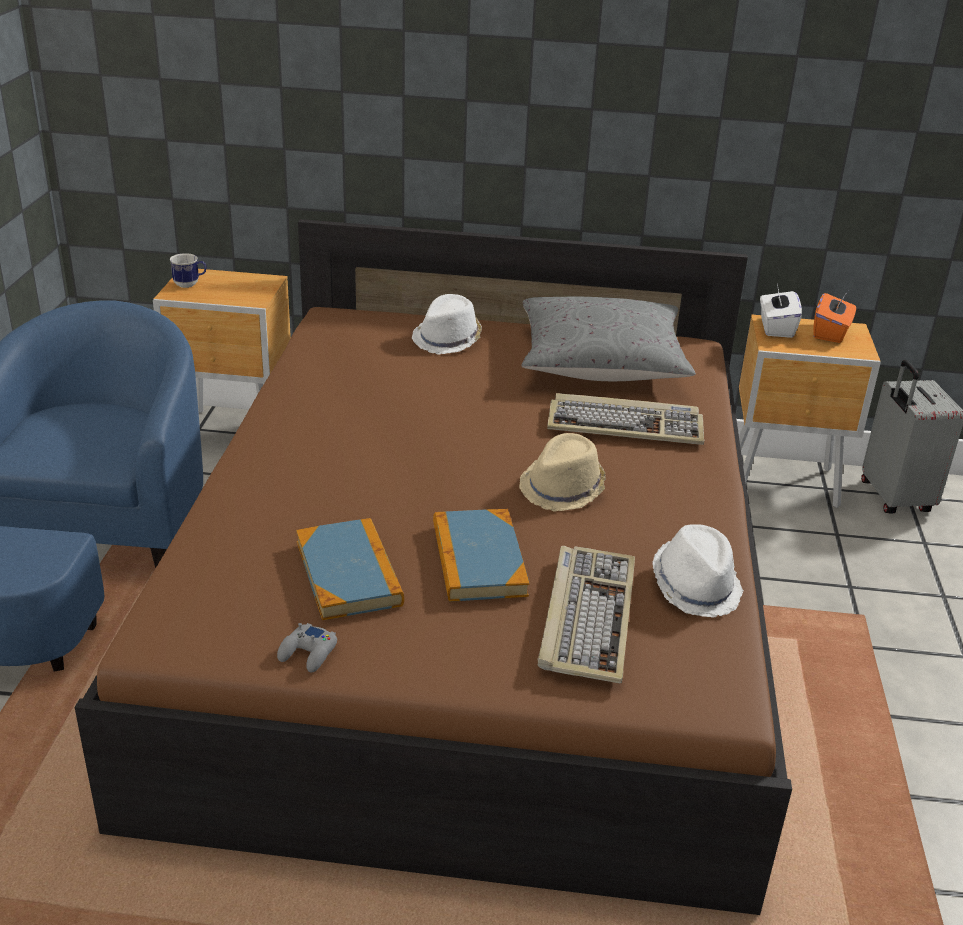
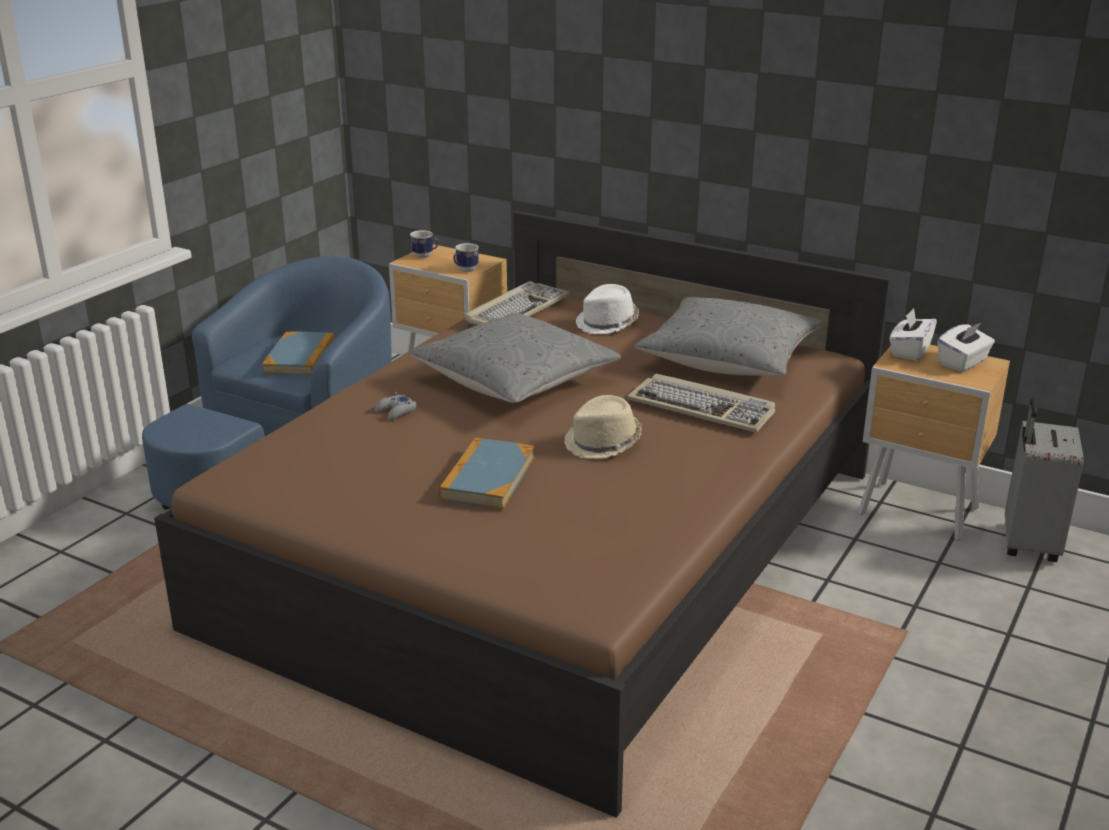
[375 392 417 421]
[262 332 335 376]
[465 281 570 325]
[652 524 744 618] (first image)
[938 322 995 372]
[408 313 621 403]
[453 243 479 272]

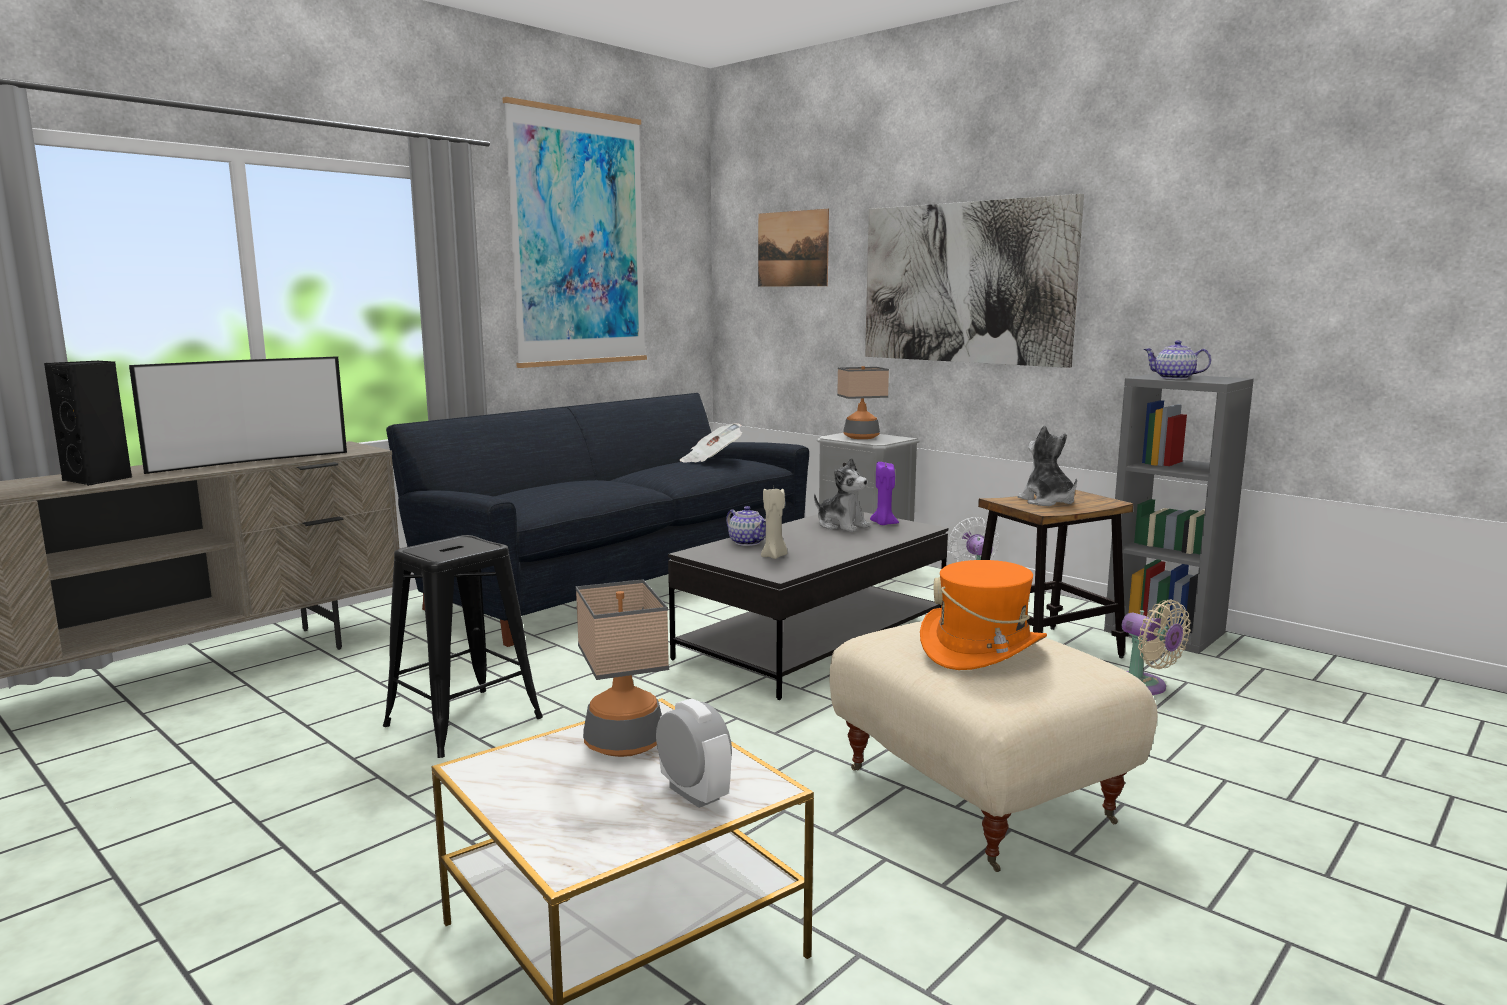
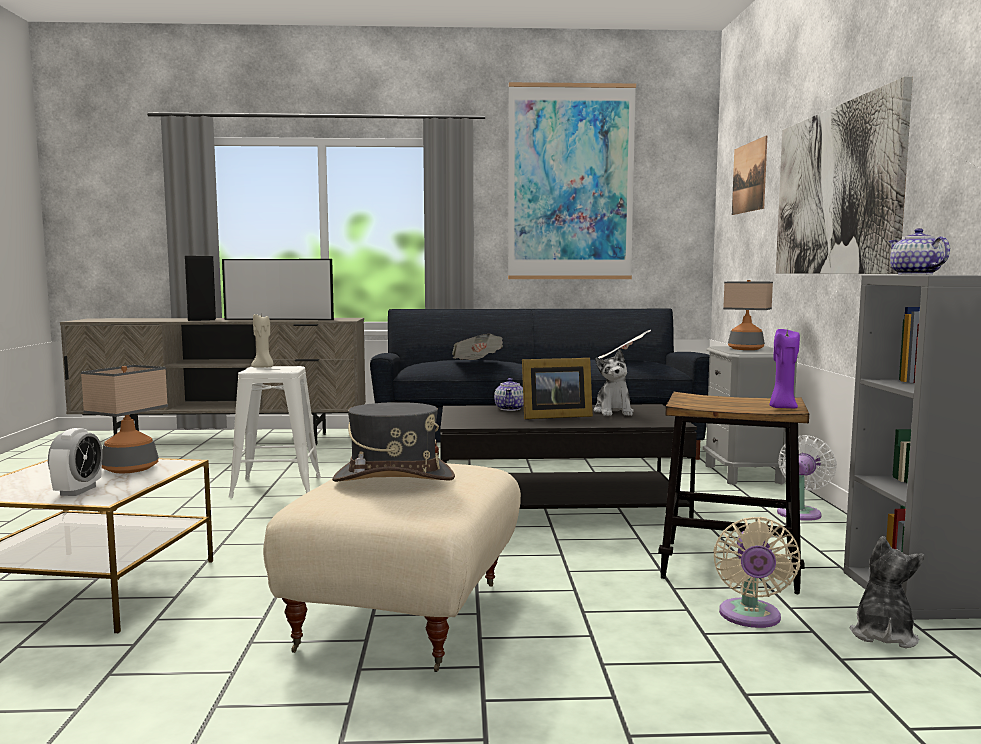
[229 366 321 498]
[251 314 274 367]
[770 327 800 408]
[332 402 455 482]
[850 536 924 648]
[452 334 503 360]
[522 358 593 419]

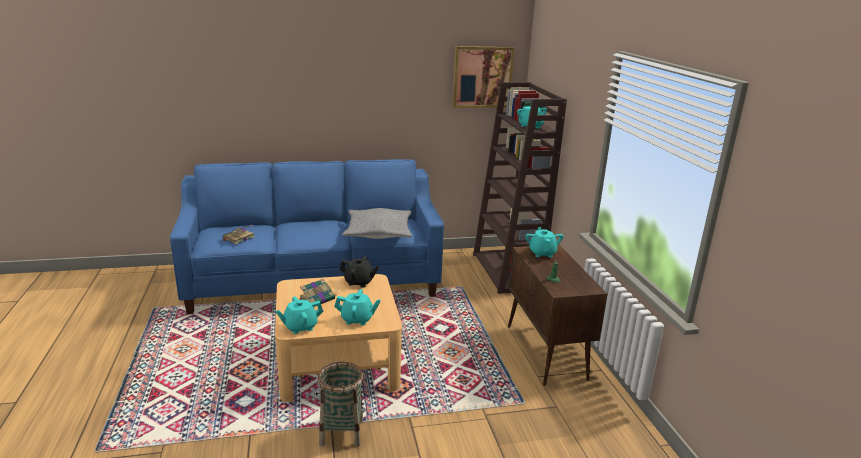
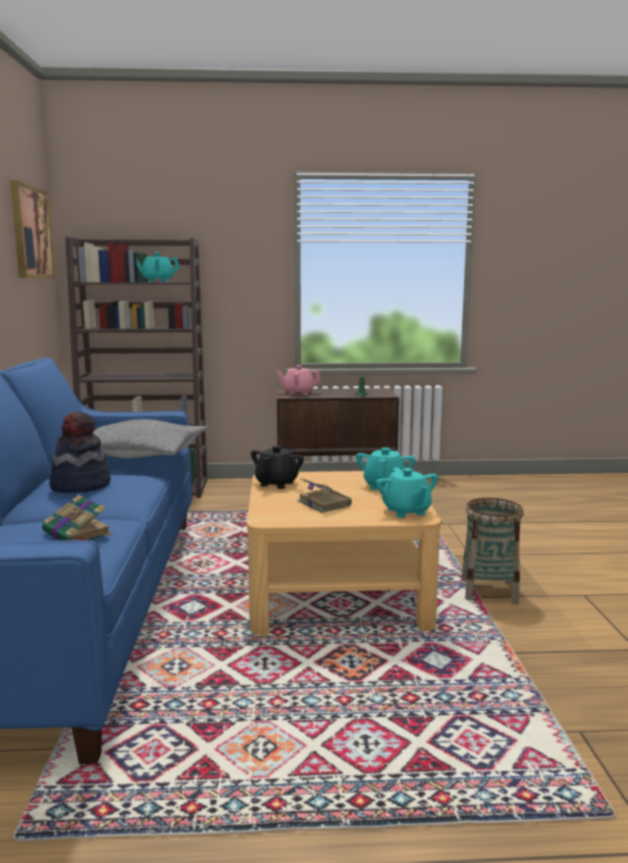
[276 365 321 395]
[49 412 111 493]

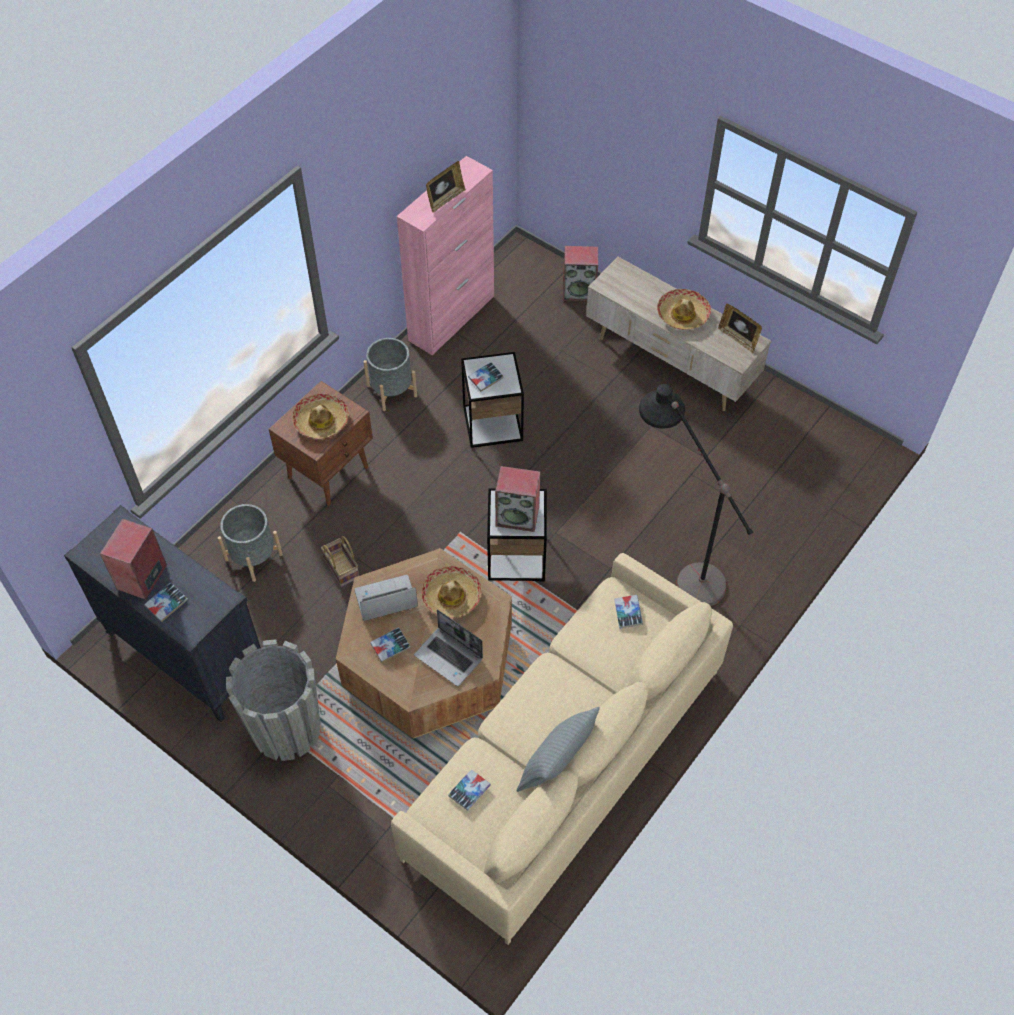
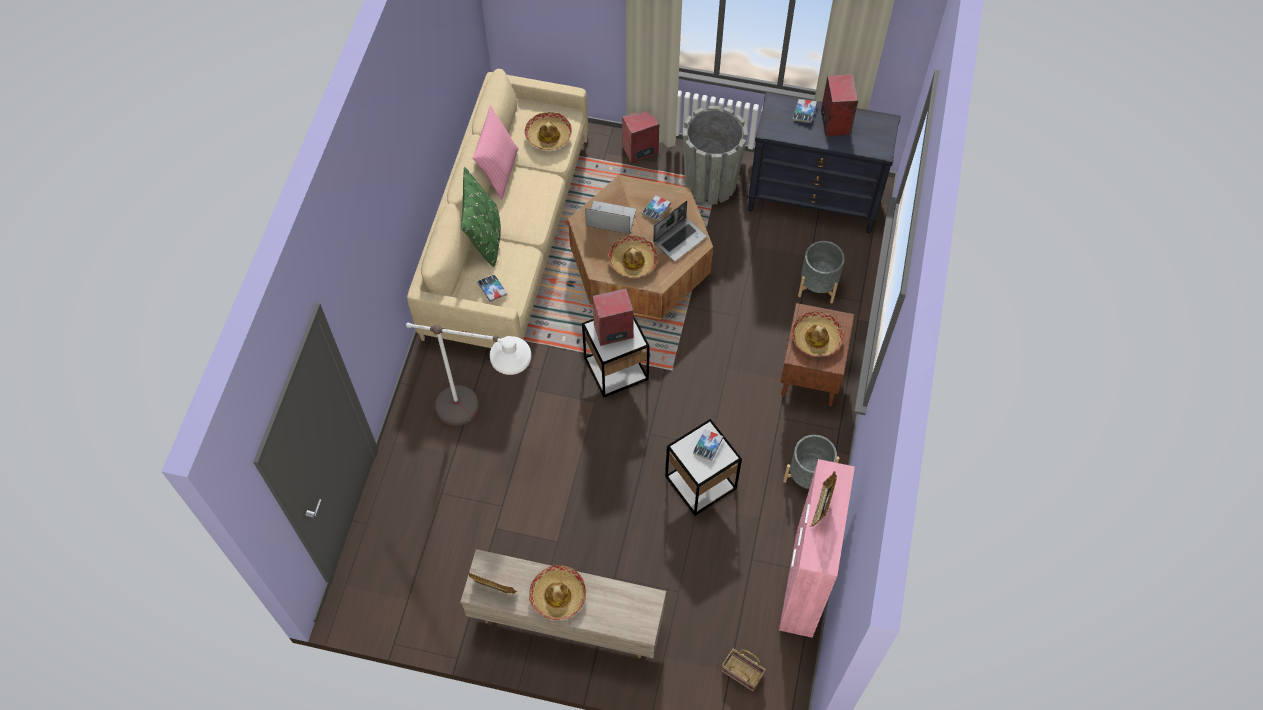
[722 648 766 691]
[524 112 572 150]
[473 106 519 200]
[622 111 659 163]
[406 323 531 426]
[461 167 501 267]

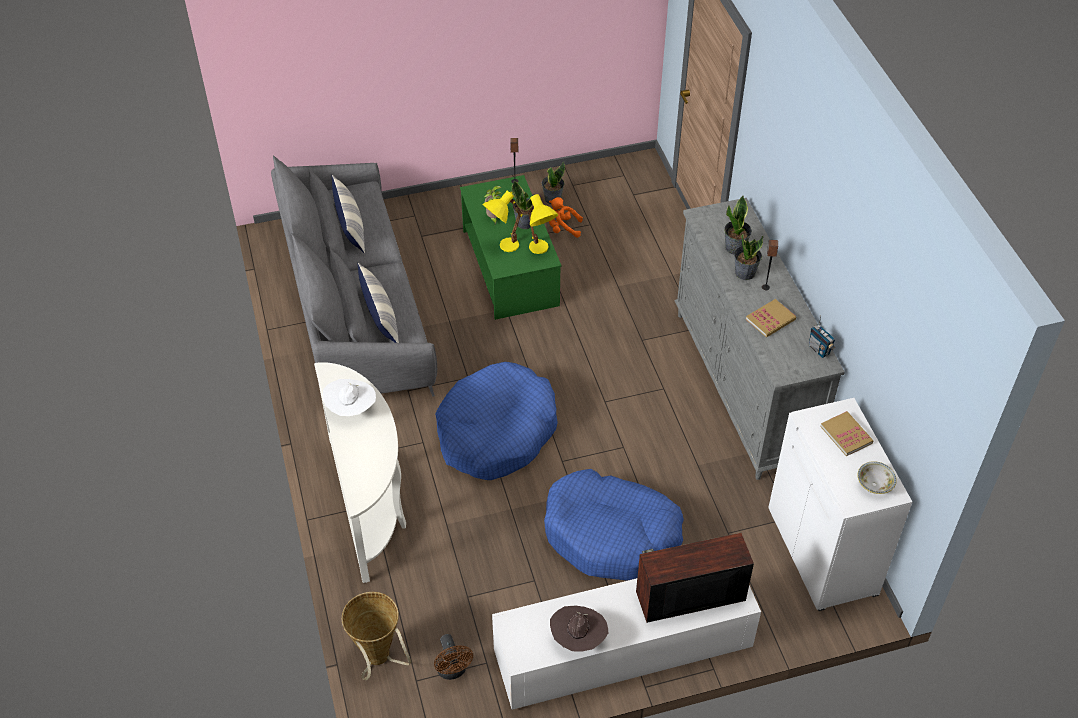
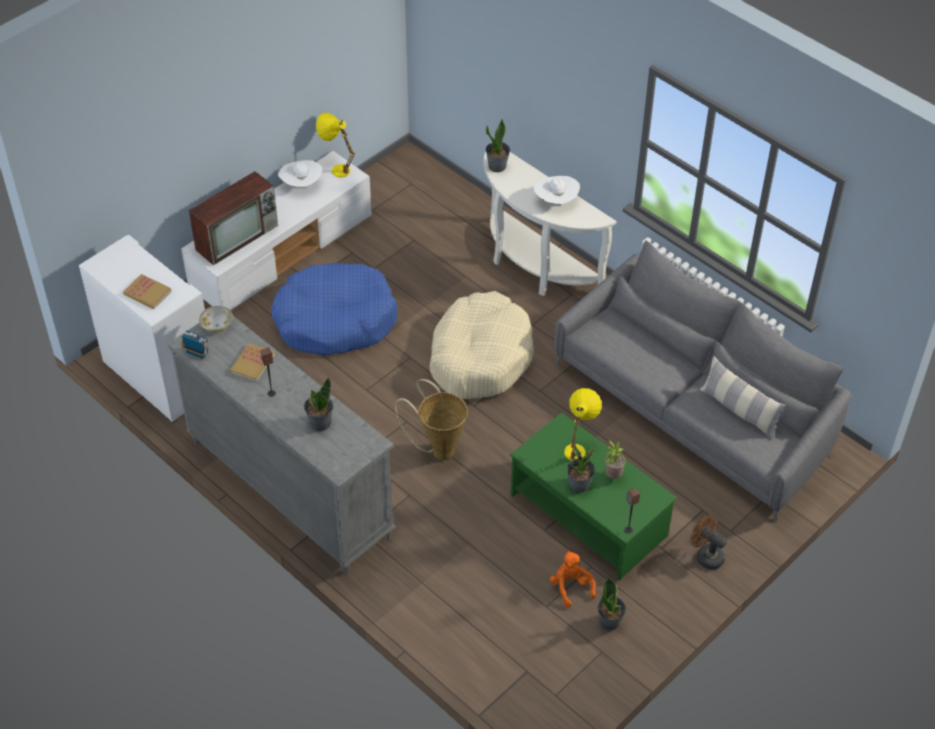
[395 379 468 460]
[357 263 399 343] (first image)
[691 515 727 570]
[430 291 534 399]
[316 113 355 177]
[550 550 595 607]
[278 160 322 187]
[486 118 510 172]
[199 306 233 332]

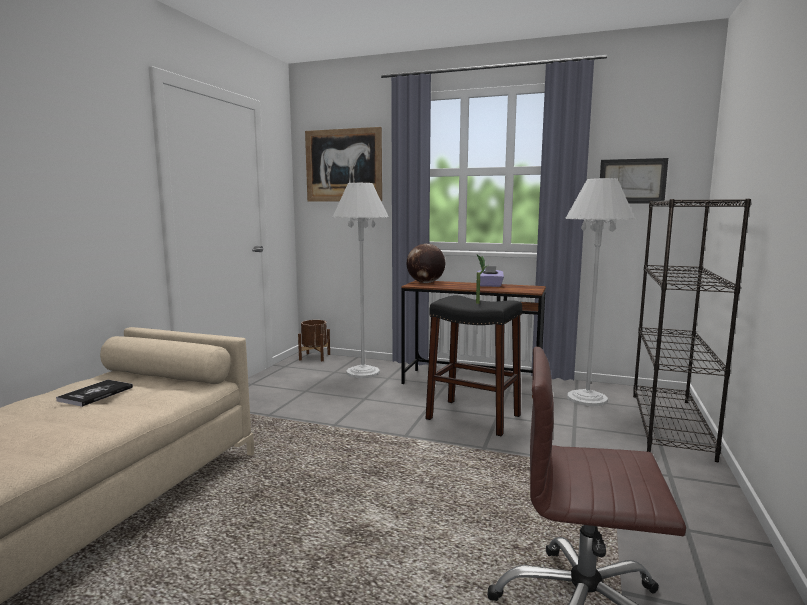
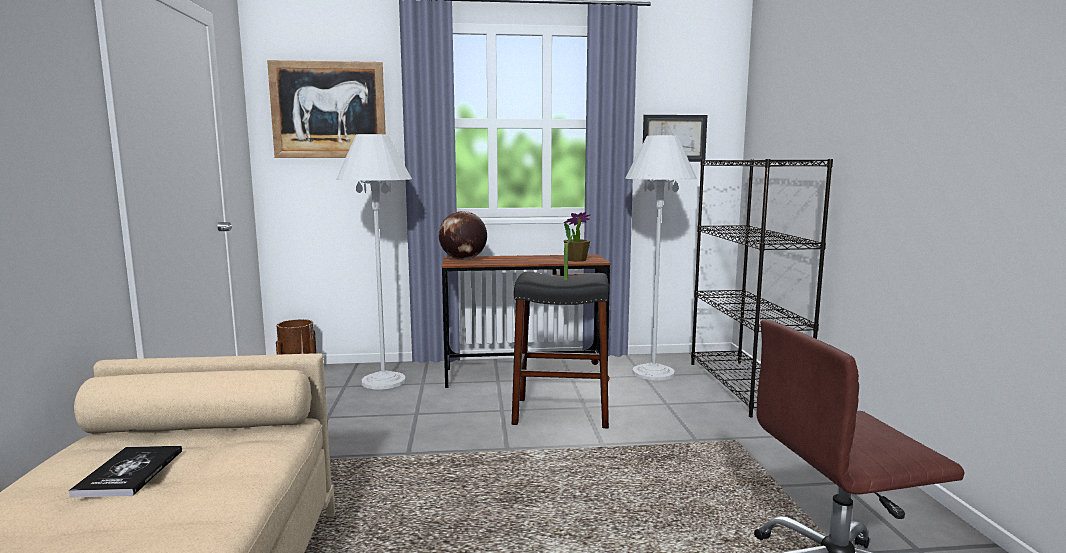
[477 266 504 287] (first image)
[564 212 591 262]

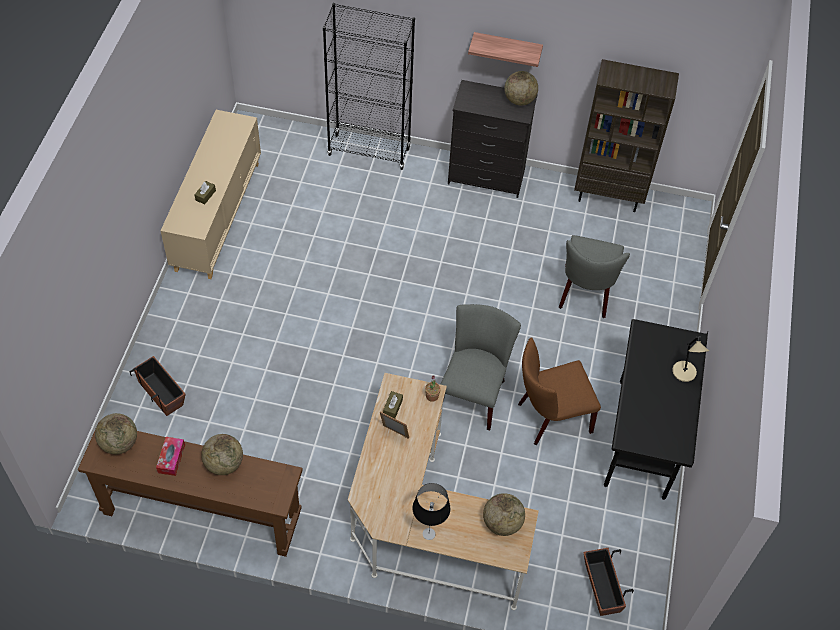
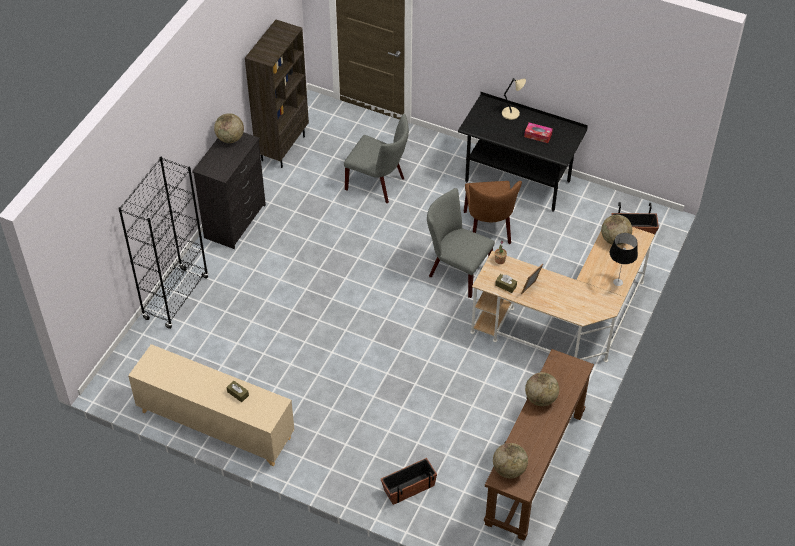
[524 123 553 143]
[468 32 543 67] (first image)

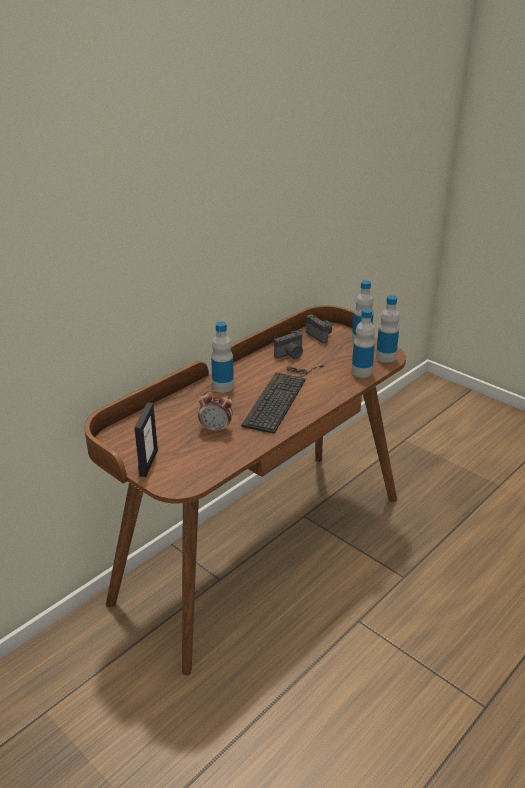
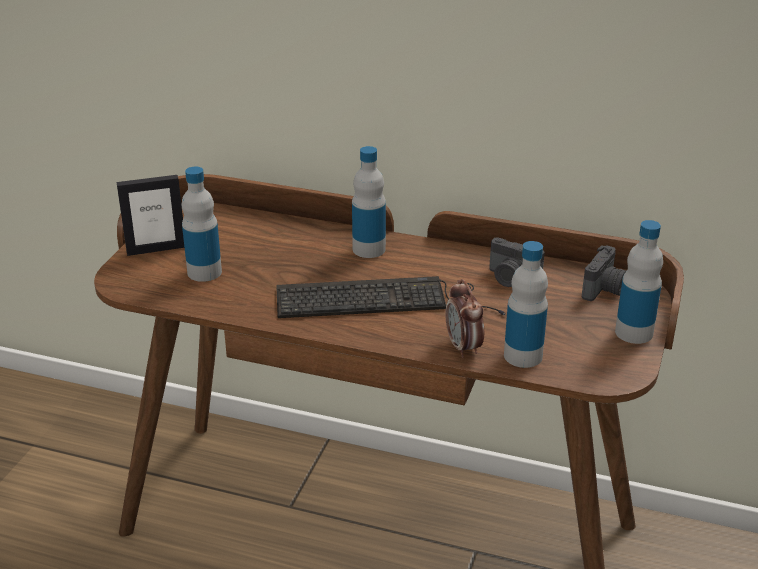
[445 279 484 358]
[182 167 222 282]

